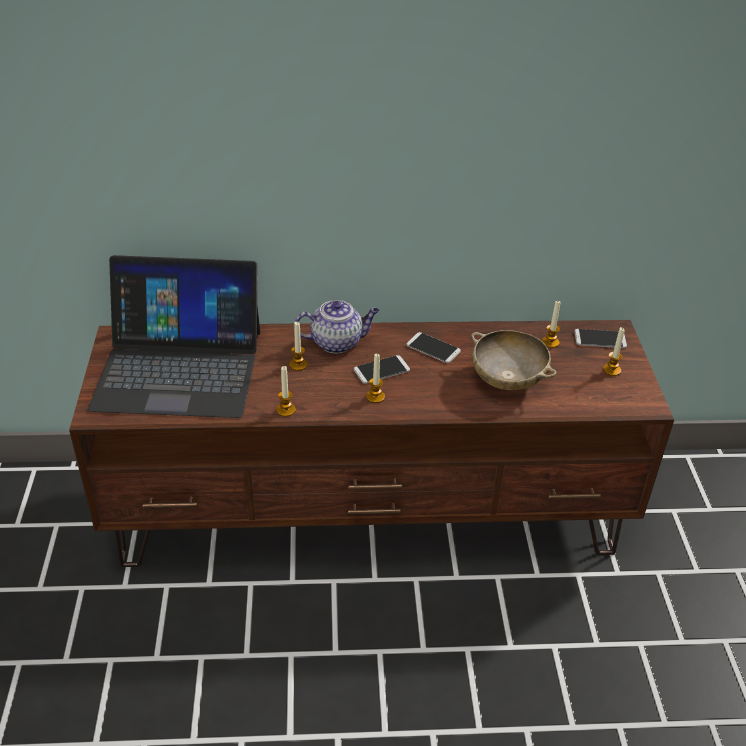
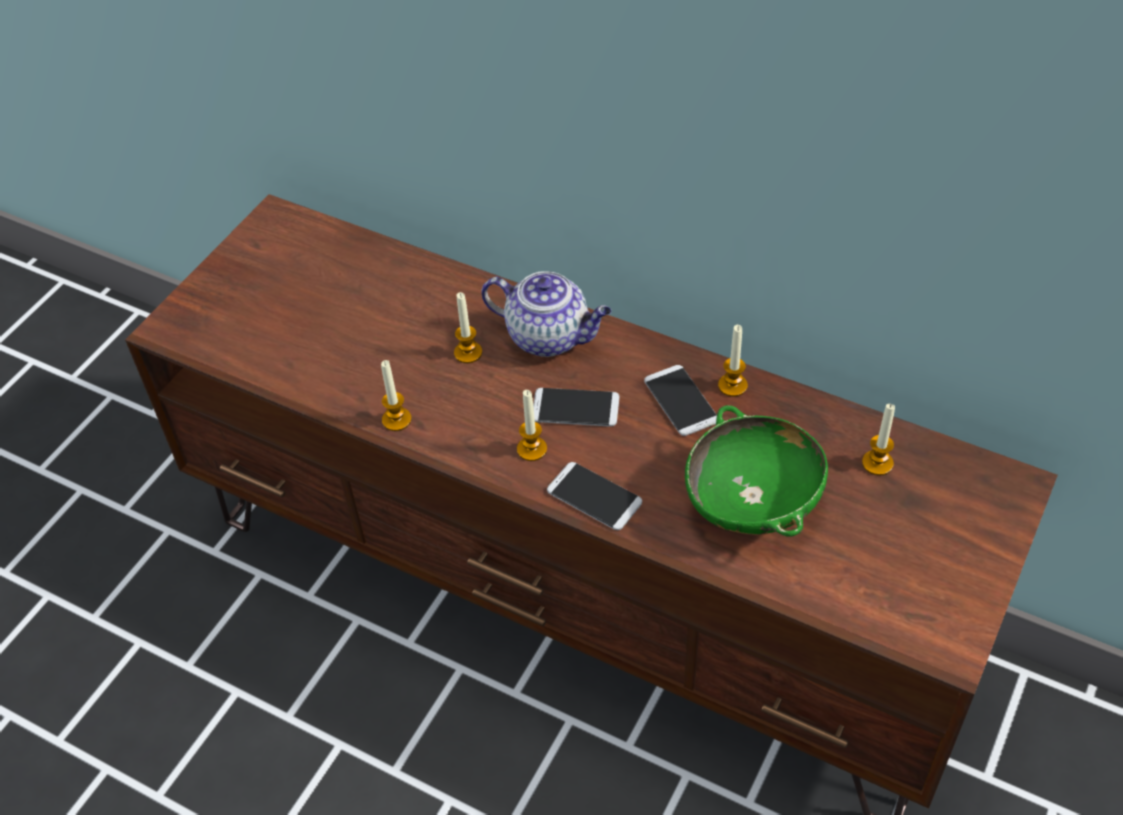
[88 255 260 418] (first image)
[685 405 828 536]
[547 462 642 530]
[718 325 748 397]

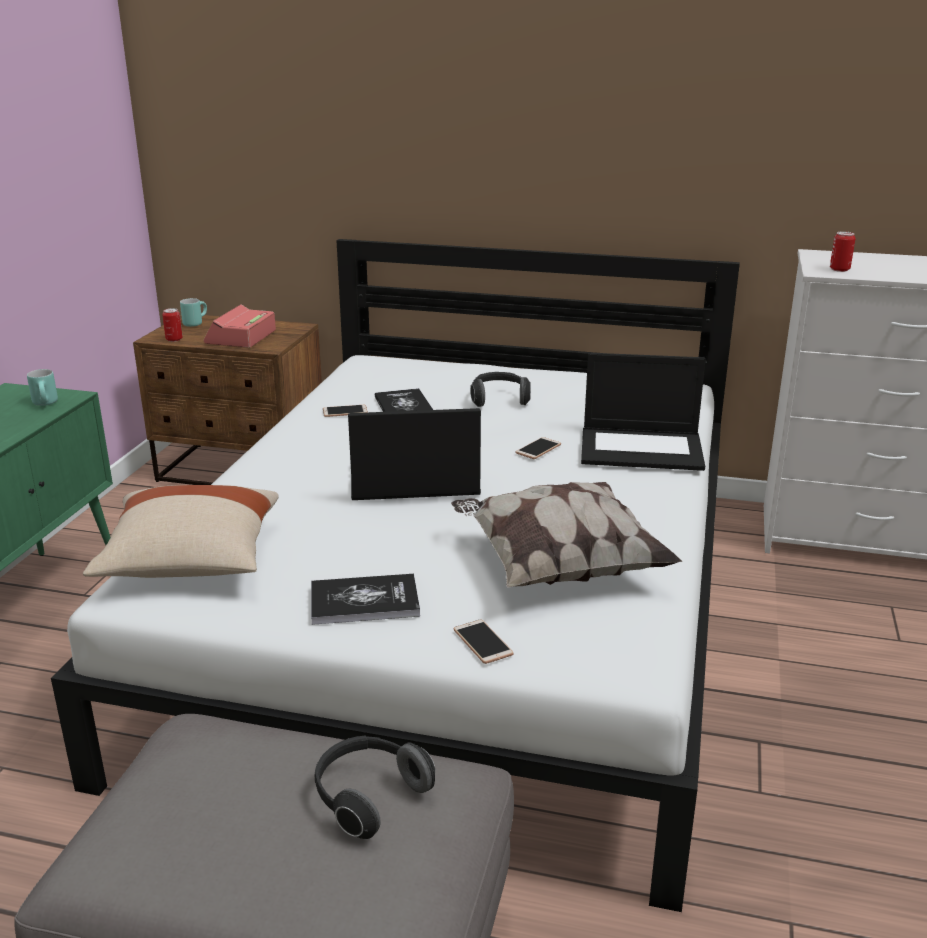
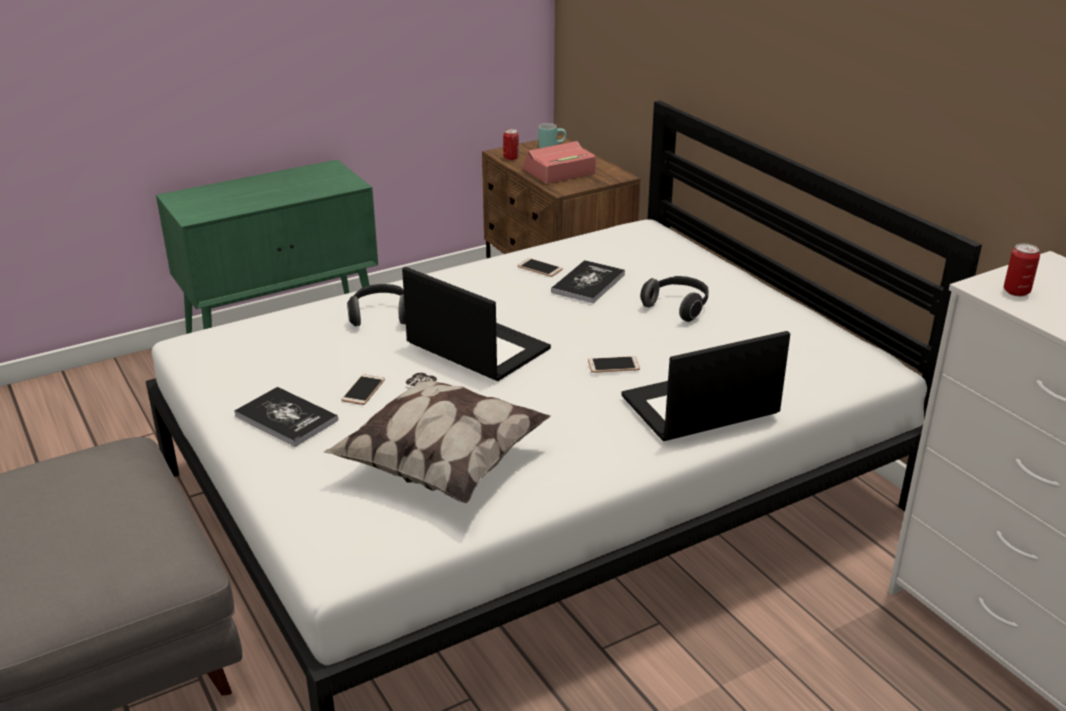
[27 369 58 406] (first image)
[83 485 279 578] (first image)
[347 284 406 326]
[341 374 385 405]
[621 331 790 441]

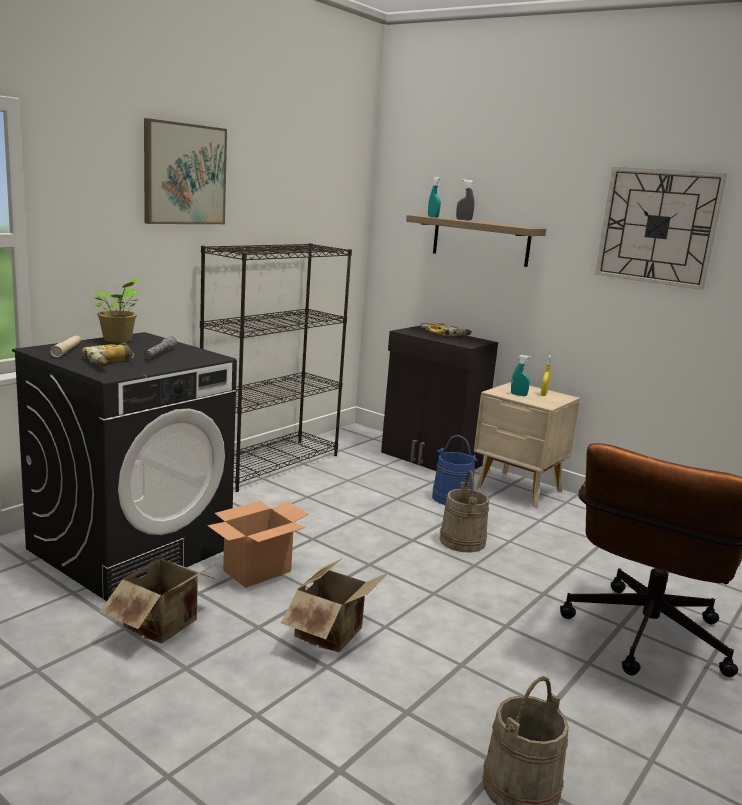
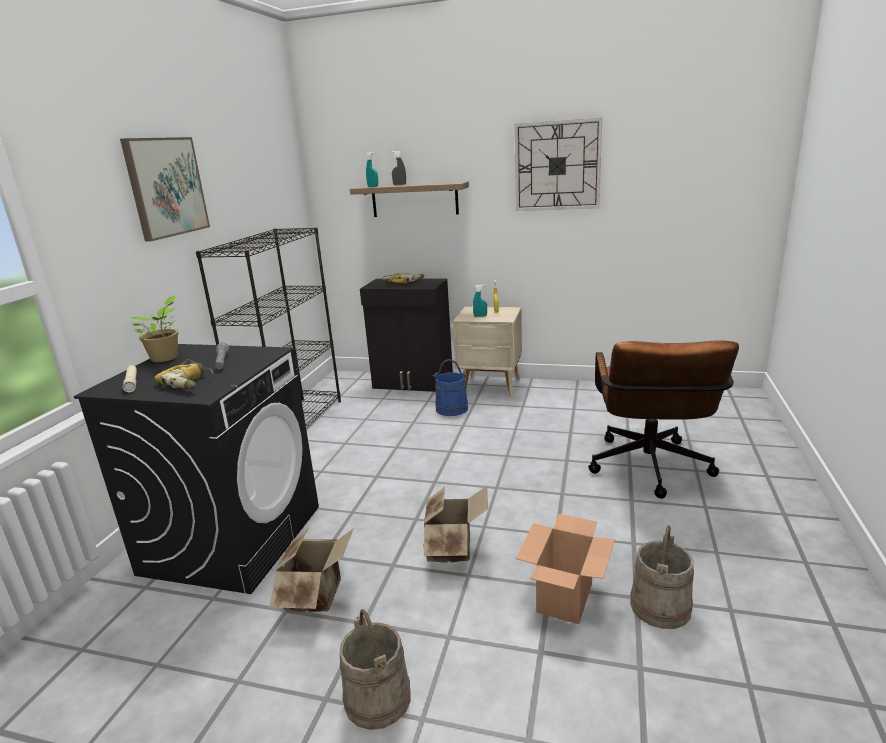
[515 514 615 624]
[340 609 411 730]

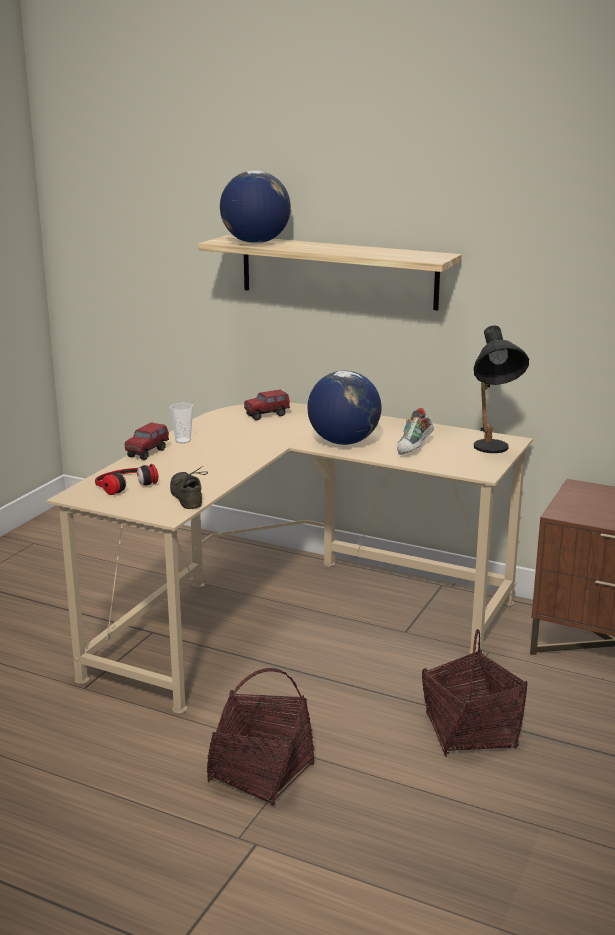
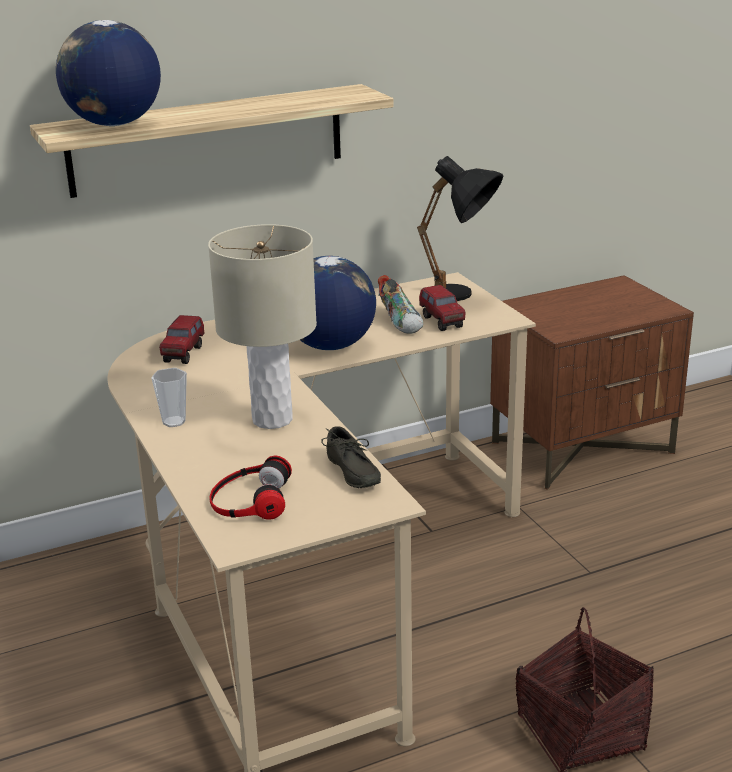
[419 285 466 331]
[321 426 381 488]
[422 629 527 757] (first image)
[208 224 317 429]

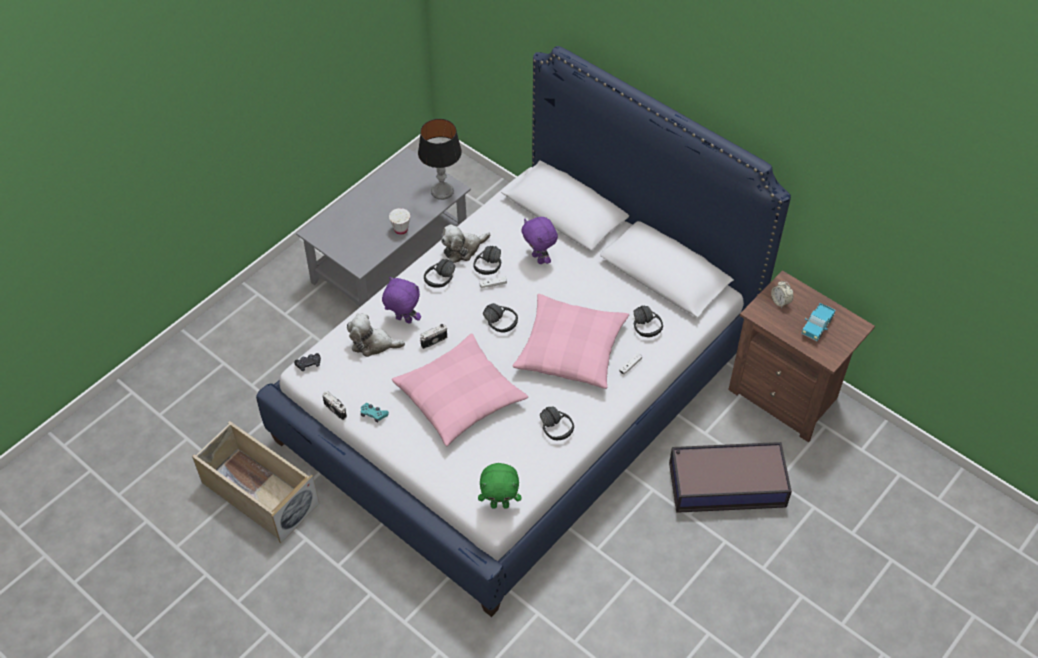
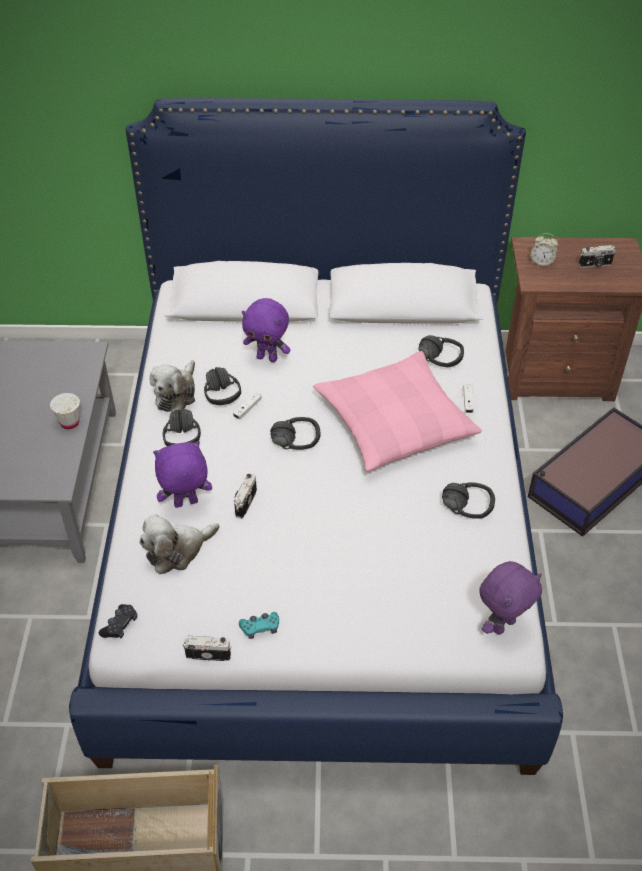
[392 333 528 446] (first image)
[418 119 462 200] (first image)
[479 561 542 635]
[579 245 616 268]

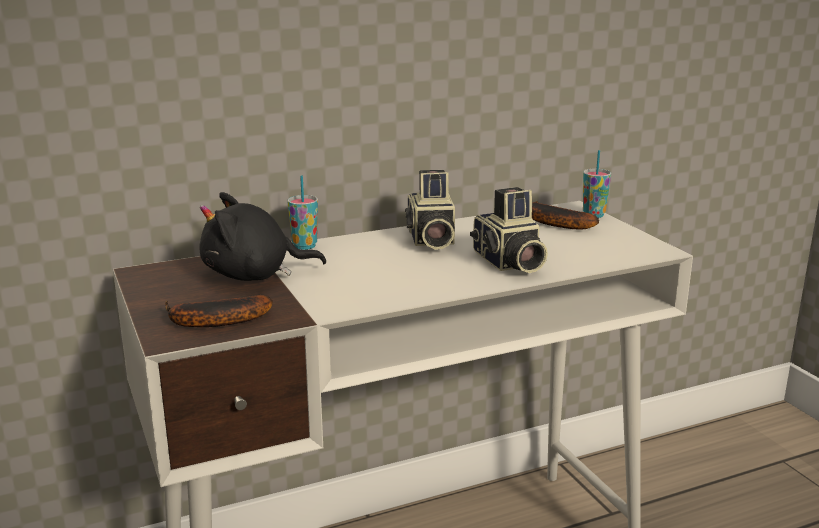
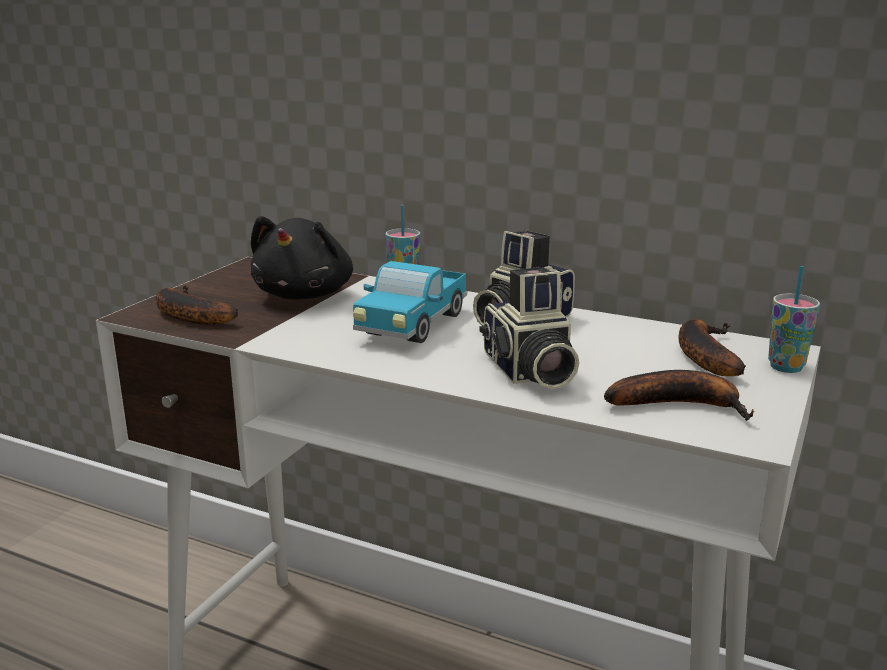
[251 216 353 300]
[480 267 579 389]
[353 261 467 343]
[604 370 754 421]

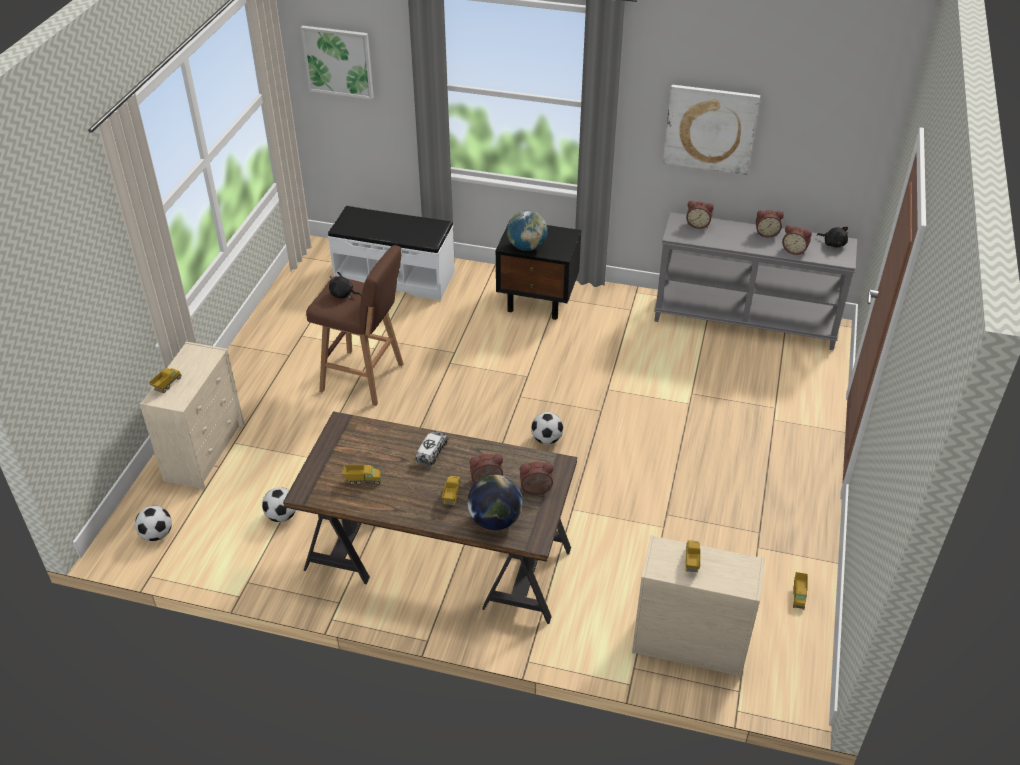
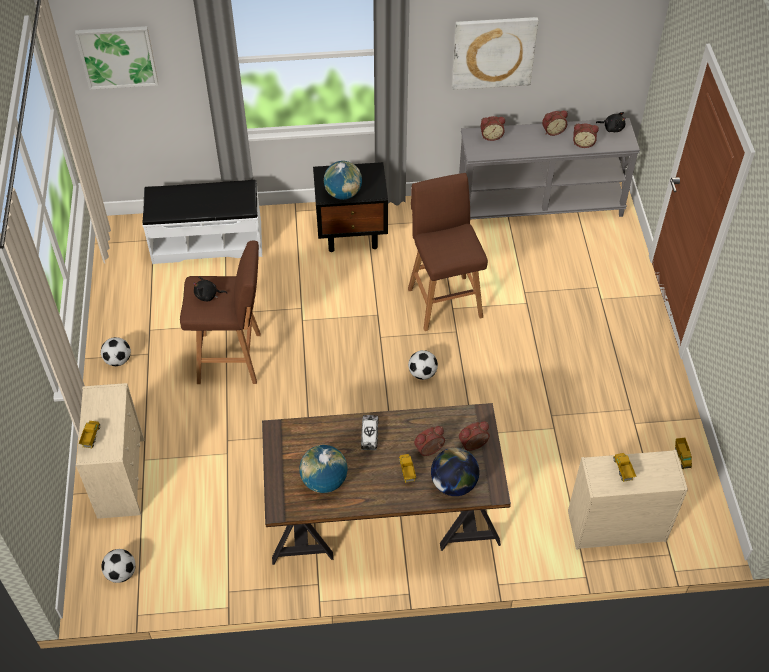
[101 337 131 366]
[299 445 347 493]
[408 173 488 331]

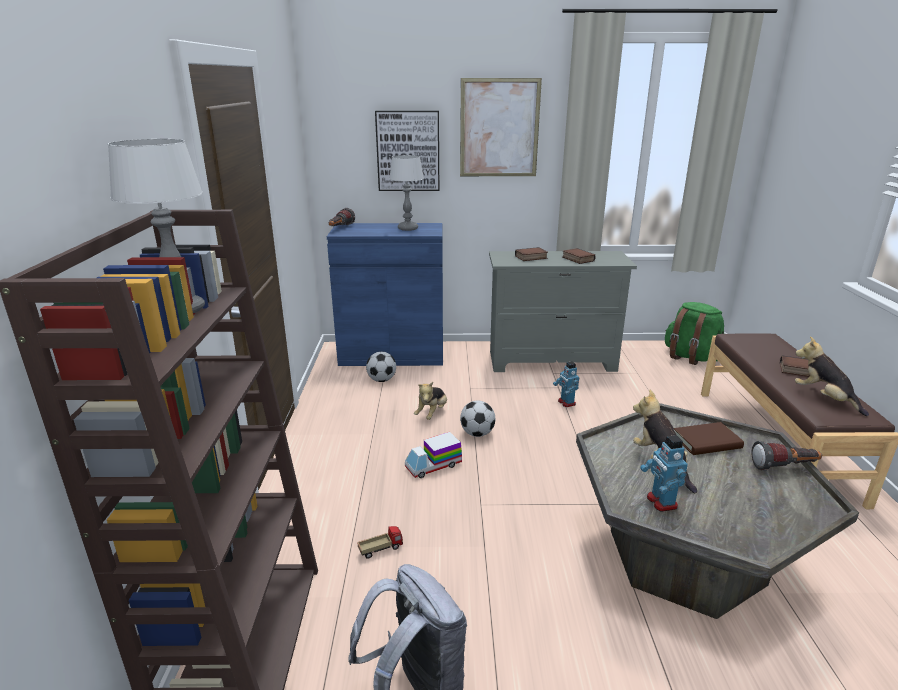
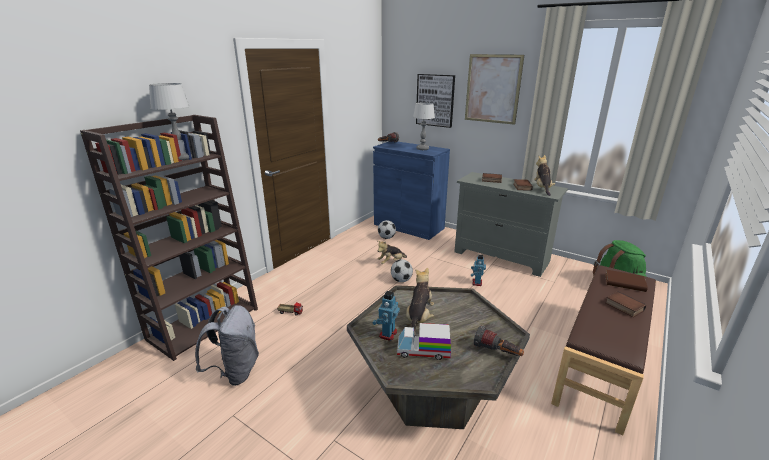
[397 323 451 360]
[605 270 648 292]
[534 155 555 196]

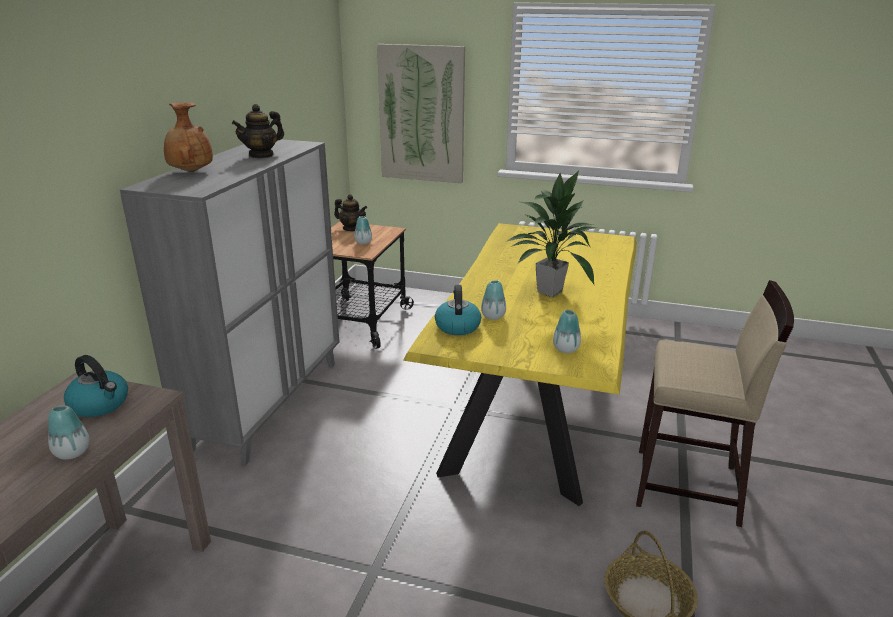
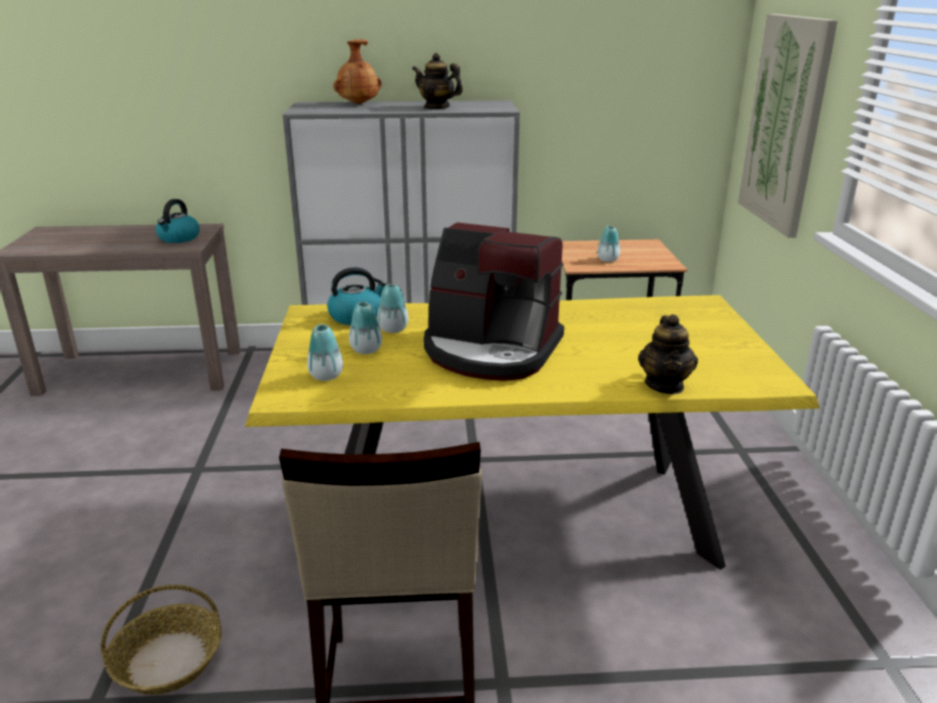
[349 302 382 354]
[638 314 698 394]
[424 222 564 381]

